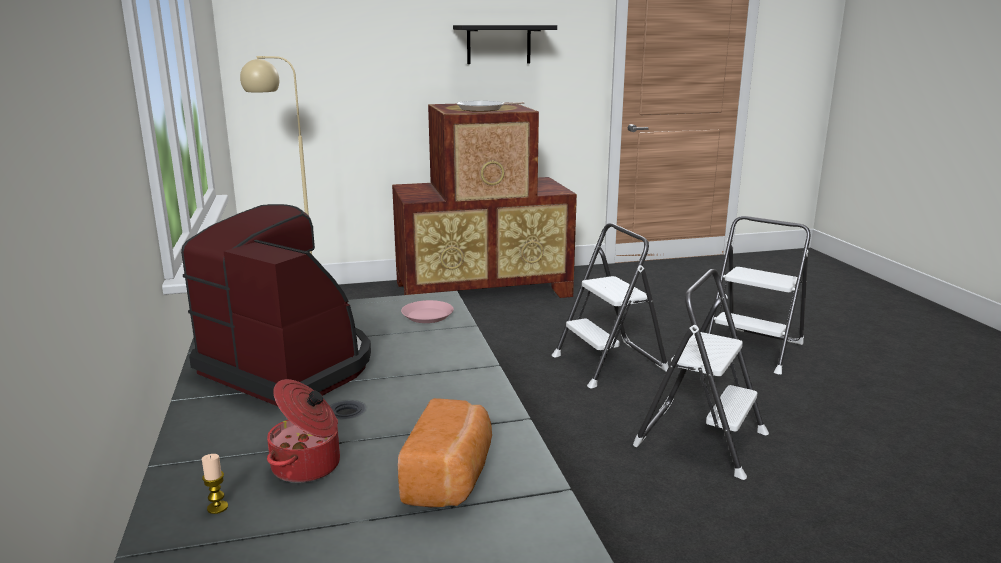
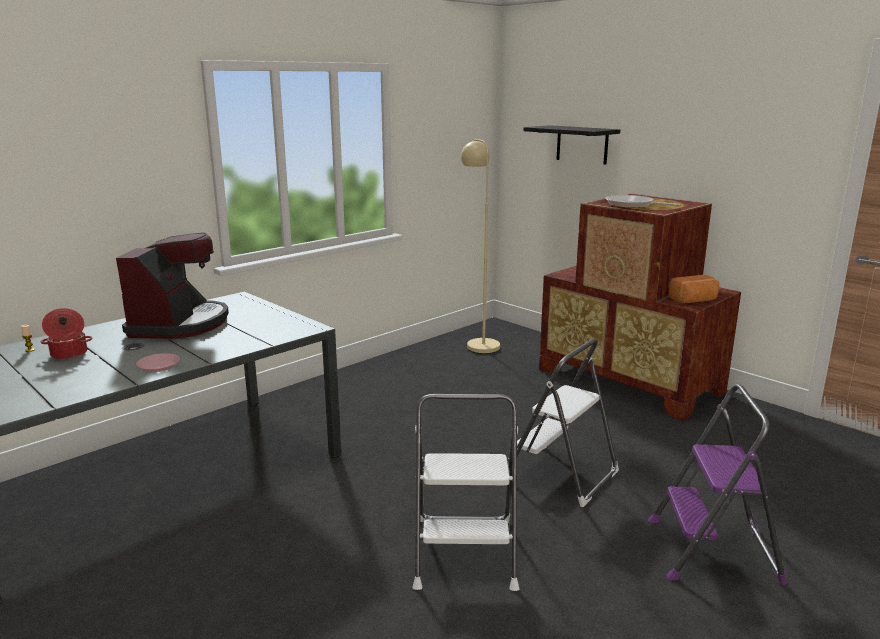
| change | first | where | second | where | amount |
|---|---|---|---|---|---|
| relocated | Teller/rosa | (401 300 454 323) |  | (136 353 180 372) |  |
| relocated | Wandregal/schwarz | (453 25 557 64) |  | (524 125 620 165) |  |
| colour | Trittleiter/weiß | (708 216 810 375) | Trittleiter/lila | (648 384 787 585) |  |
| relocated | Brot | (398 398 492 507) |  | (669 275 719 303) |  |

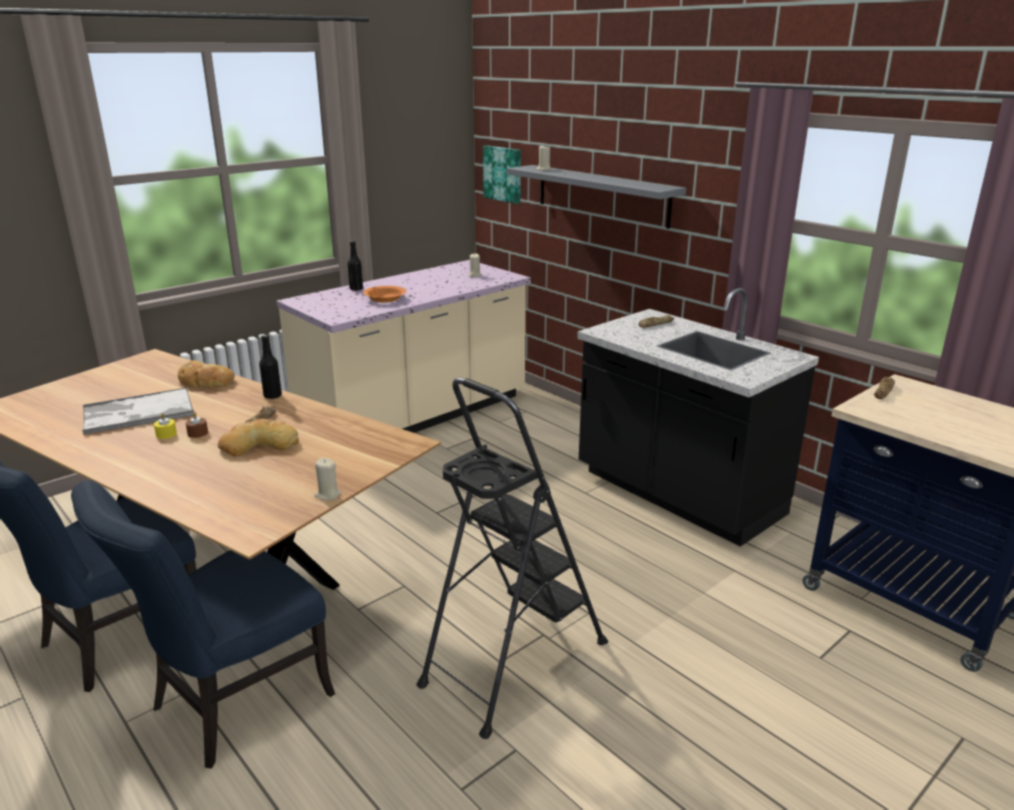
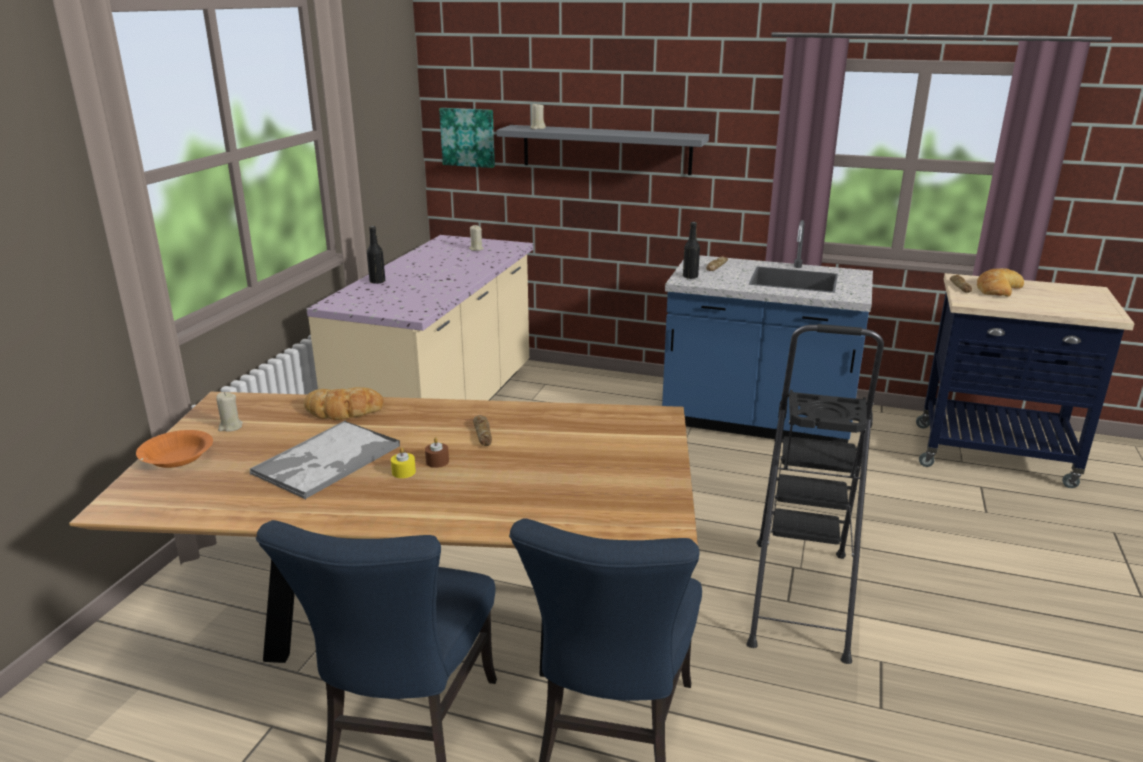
| change | first | where | second | where | amount |
|---|---|---|---|---|---|
| relocated | Schüssel/orange | (363 286 406 302) |  | (136 430 213 468) |  |
| relocated | Kerze/beige | (314 458 341 501) |  | (216 392 243 432) |  |
| colour | Küchenzeile/schwarz | (577 288 819 547) | Küchenzeile/blau | (662 220 873 443) |  |
| relocated | Flasche/schwarz | (259 335 282 399) |  | (683 222 700 279) |  |
| relocated | Brot | (218 419 299 457) |  | (977 268 1024 297) |  |

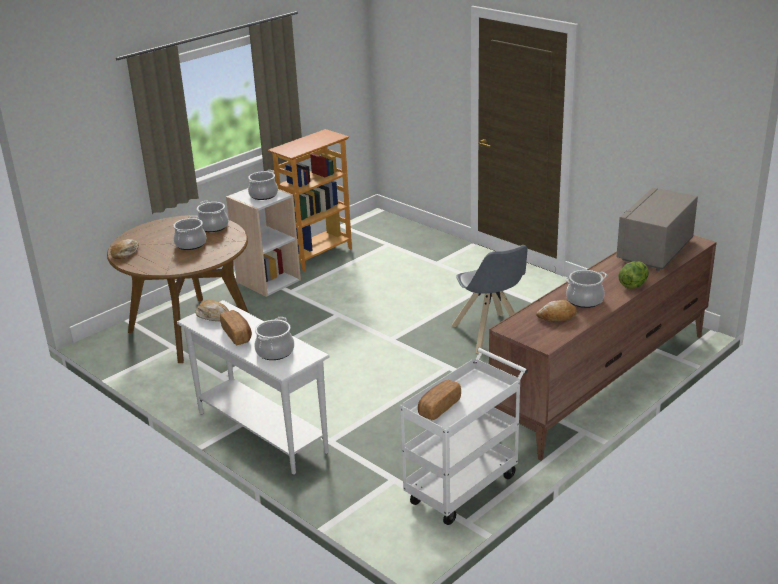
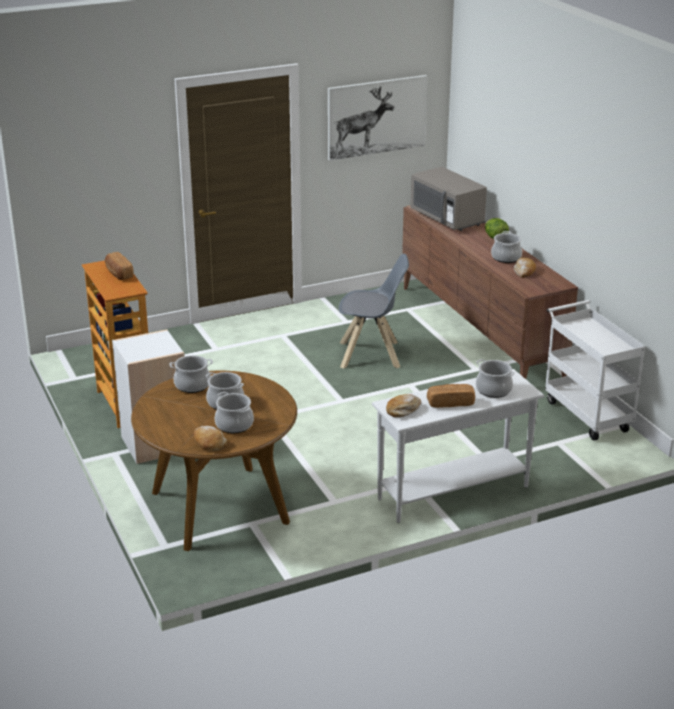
| change | first | where | second | where | amount |
|---|---|---|---|---|---|
| relocated | Brot | (418 380 461 420) |  | (105 252 134 280) |  |
| relocated | Kochtopf | (248 170 278 200) |  | (215 392 254 433) |  |
| appeared |  |  | Bild | (328 75 427 161) |  |

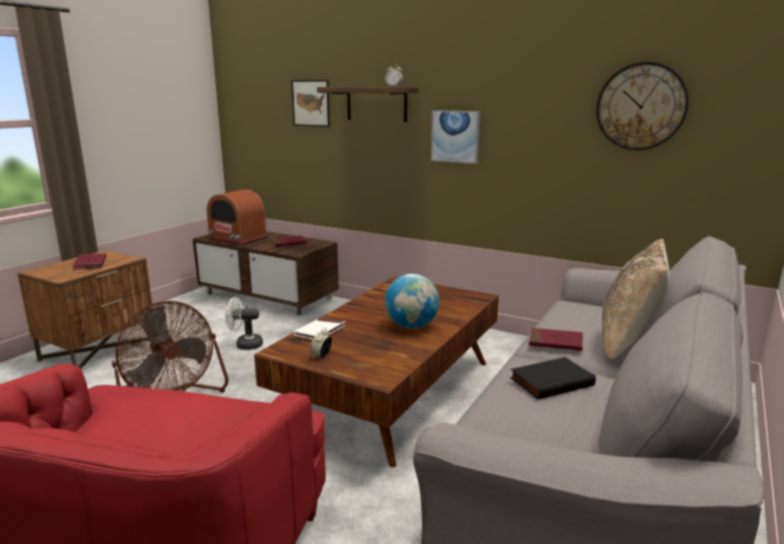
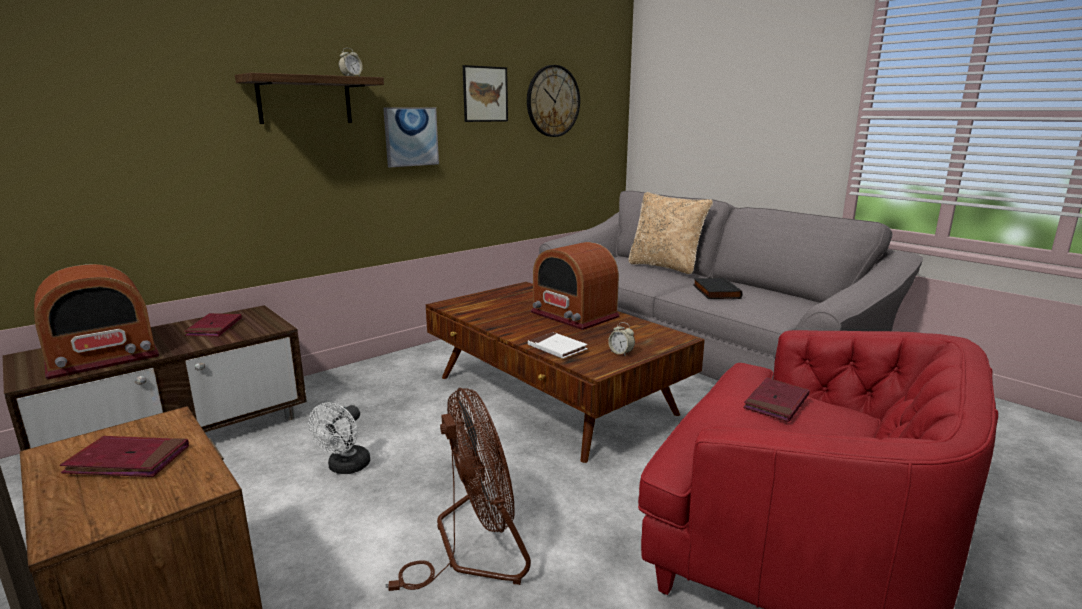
| change | first | where | second | where | amount |
|---|---|---|---|---|---|
| relocated | Bild | (291 80 330 127) |  | (463 65 508 122) |  |
| exchanged | Globus | (385 274 439 329) | Radio | (530 242 620 330) |  |
| relocated | Buch/rot | (529 328 583 351) |  | (743 378 810 422) |  |

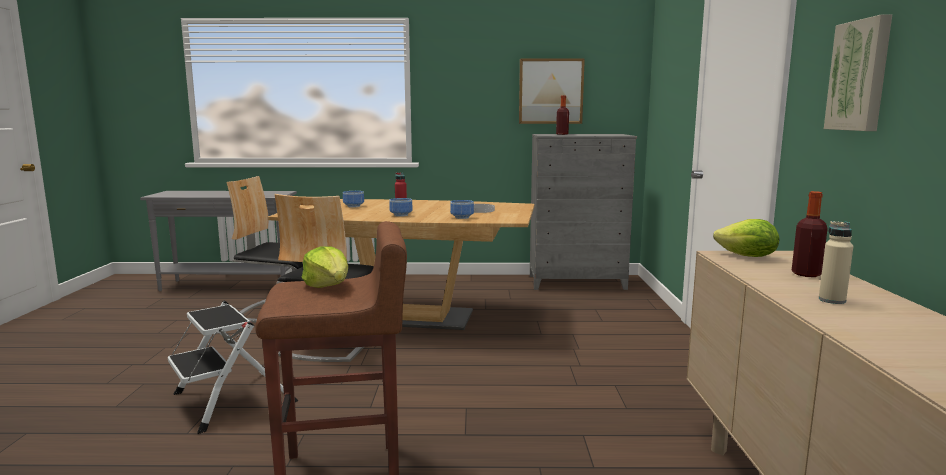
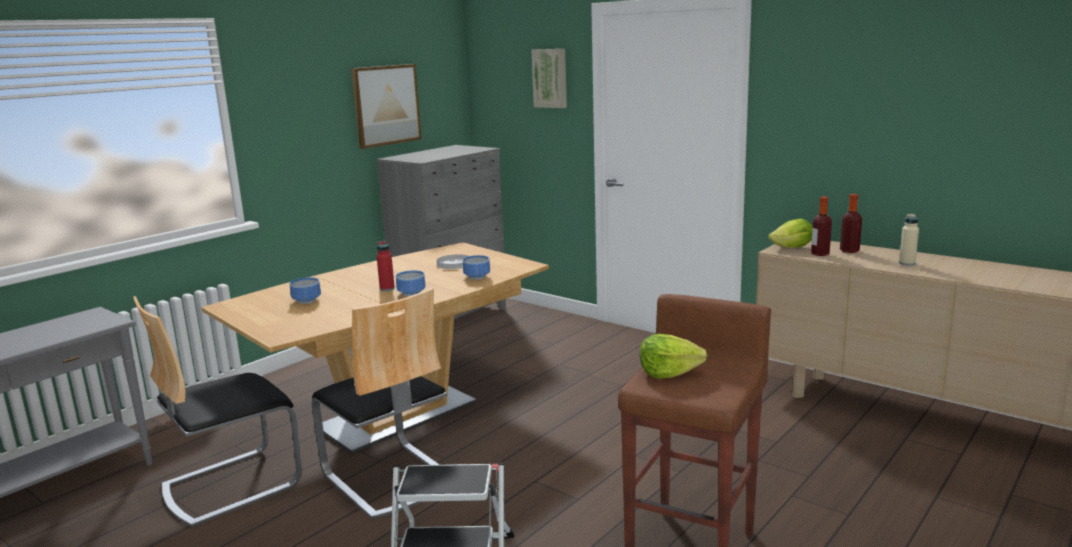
| change | first | where | second | where | amount |
|---|---|---|---|---|---|
| relocated | Bild | (824 14 892 131) |  | (532 49 567 108) |  |
| relocated | Flasche | (556 96 569 135) |  | (811 197 832 256) |  |

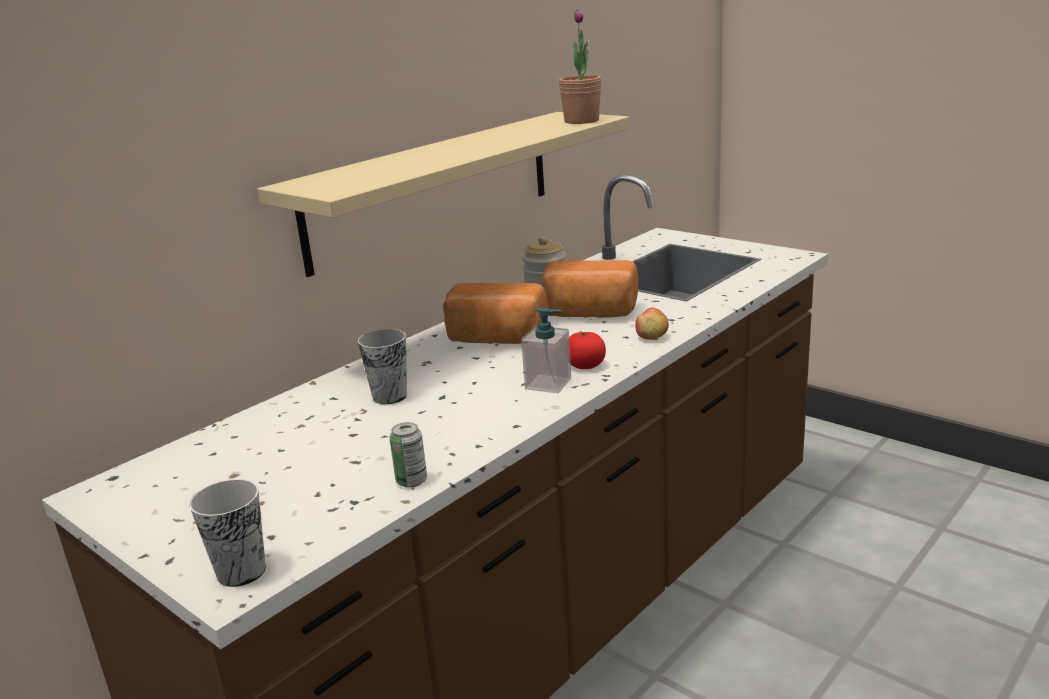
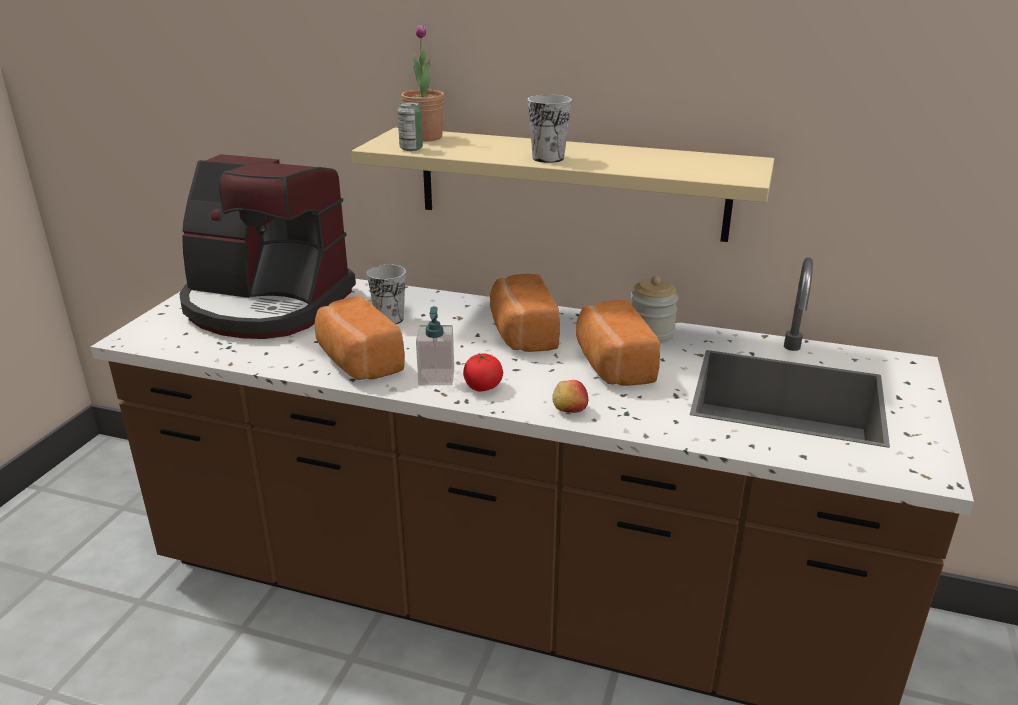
| change | first | where | second | where | amount |
|---|---|---|---|---|---|
| appeared |  |  | Kaffeemaschine | (179 154 356 339) |  |
| appeared |  |  | Brot | (314 296 405 380) |  |
| relocated | Dose | (389 422 427 488) |  | (397 102 423 151) |  |
| relocated | Topfpflanze | (559 10 601 124) |  | (401 24 445 142) |  |
| relocated | Tasse | (189 479 266 587) |  | (528 95 572 163) |  |

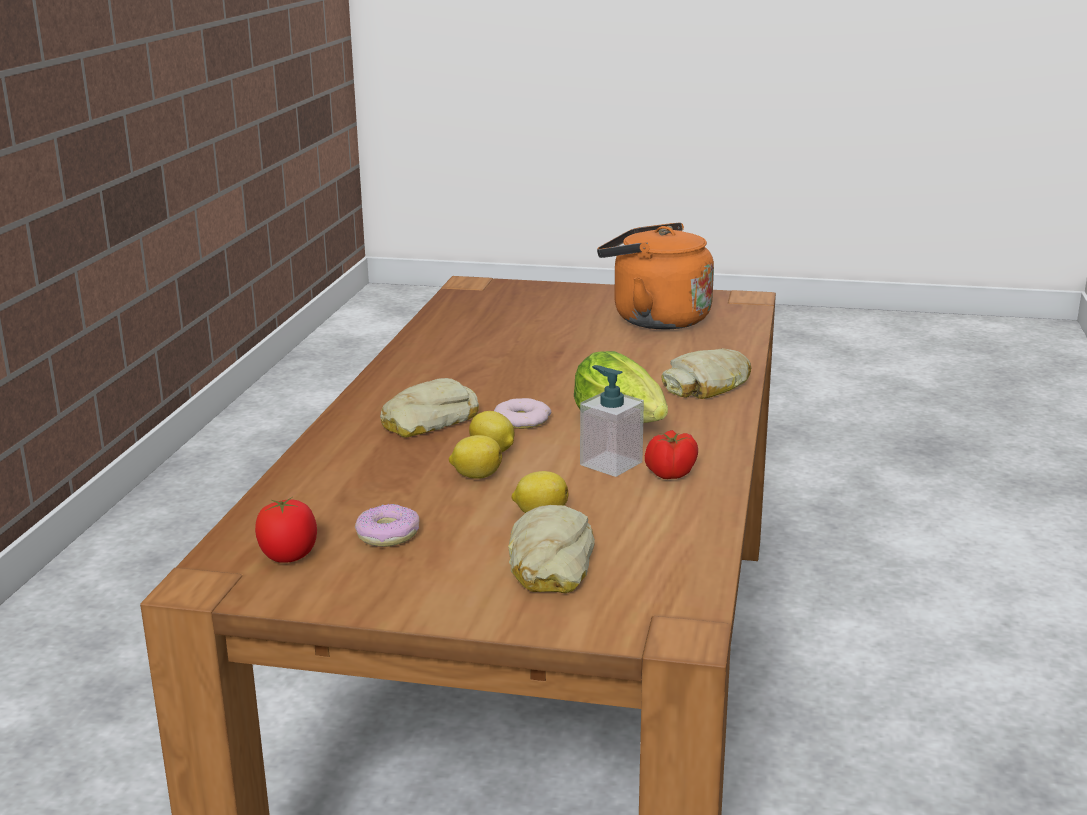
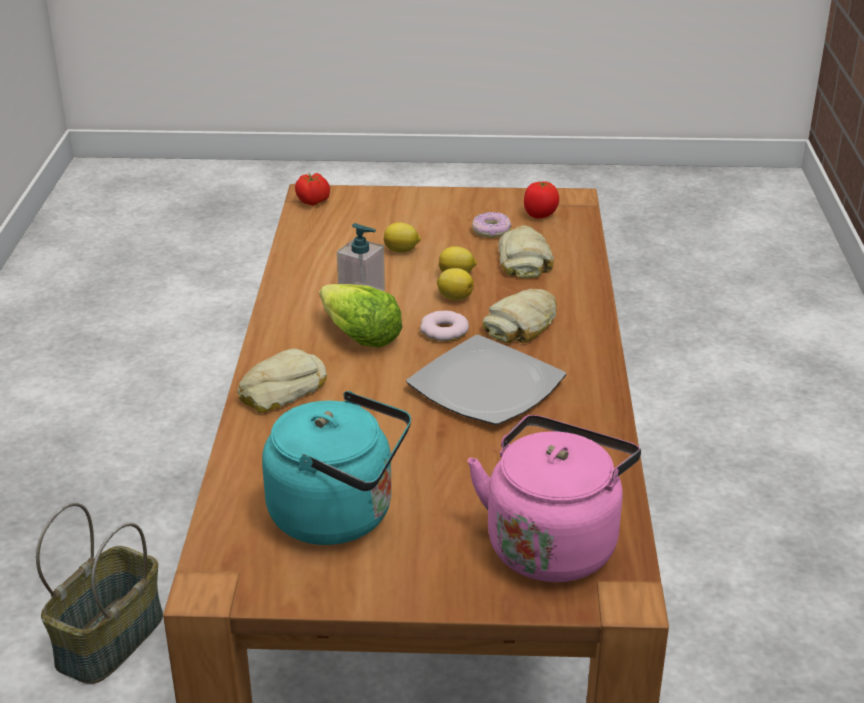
| change | first | where | second | where | amount |
|---|---|---|---|---|---|
| appeared |  |  | Korb | (36 503 163 684) |  |
| colour | Wasserkessel/orange | (597 222 714 329) | Wasserkessel/türkis | (262 391 411 545) |  |
| relocated | Tomate | (645 430 698 479) |  | (295 173 330 206) |  |
| appeared |  |  | Teller | (406 335 566 425) |  |
| appeared |  |  | Wasserkessel/rosa | (468 415 641 582) |  |
| relocated | Brot | (508 505 595 594) |  | (498 226 554 278) |  |

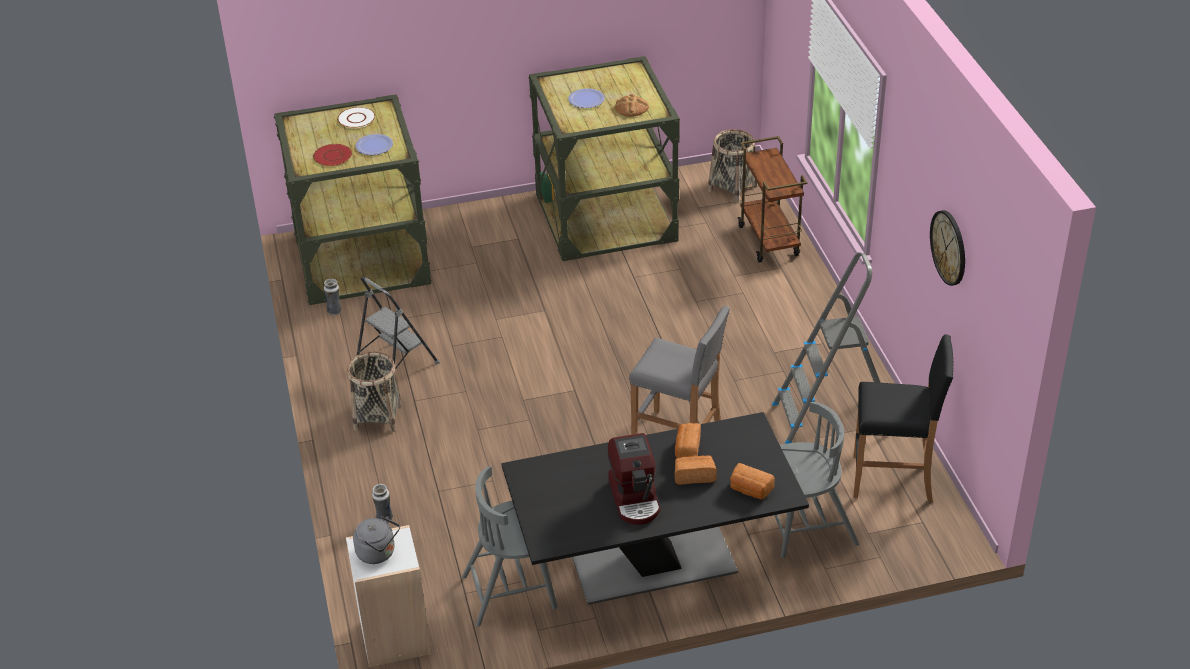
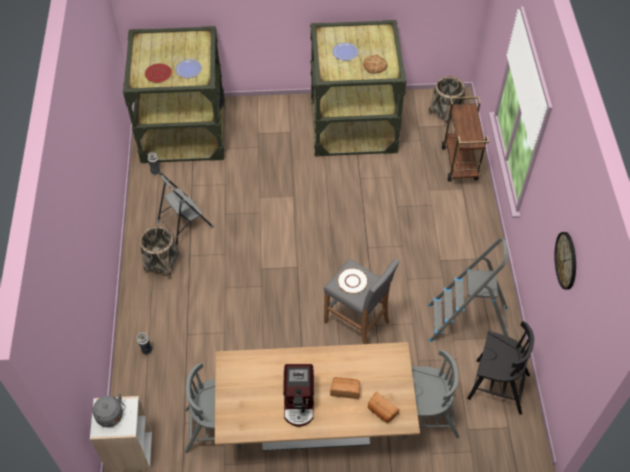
| change | first | where | second | where | amount |
|---|---|---|---|---|---|
| colour | Esstisch/schwarz | (501 412 809 605) | Esstisch/beige | (215 342 420 451) |  |
| relocated | Teller/weiß | (337 107 375 128) |  | (337 268 368 294) |  |
| exchanged | Hocker/schwarz | (853 334 954 502) | Stuhl/schwarz | (467 321 534 415) |  |
| missing | Brot | (675 423 701 458) |  |  |  |

